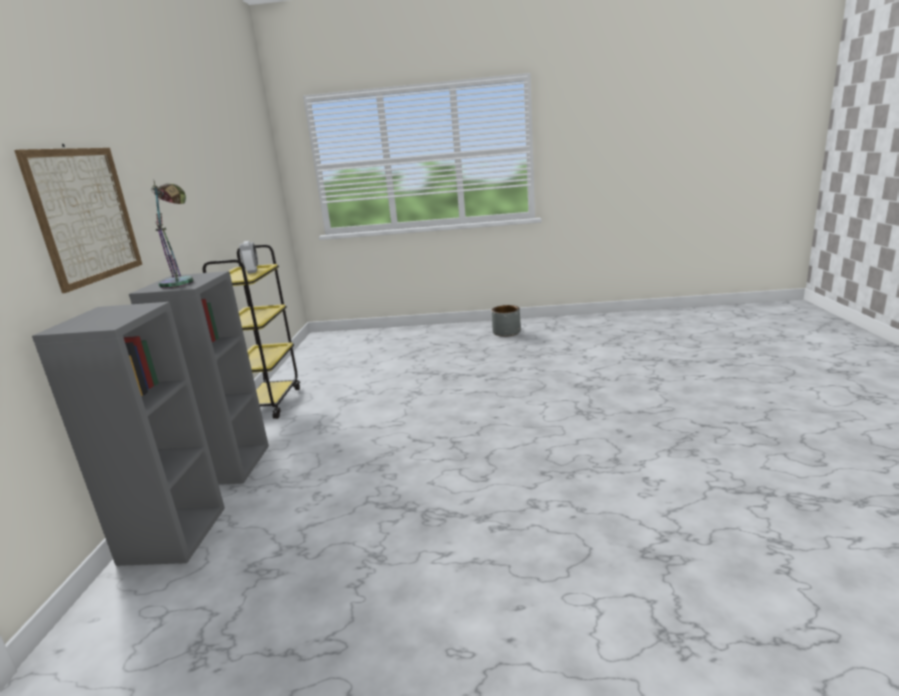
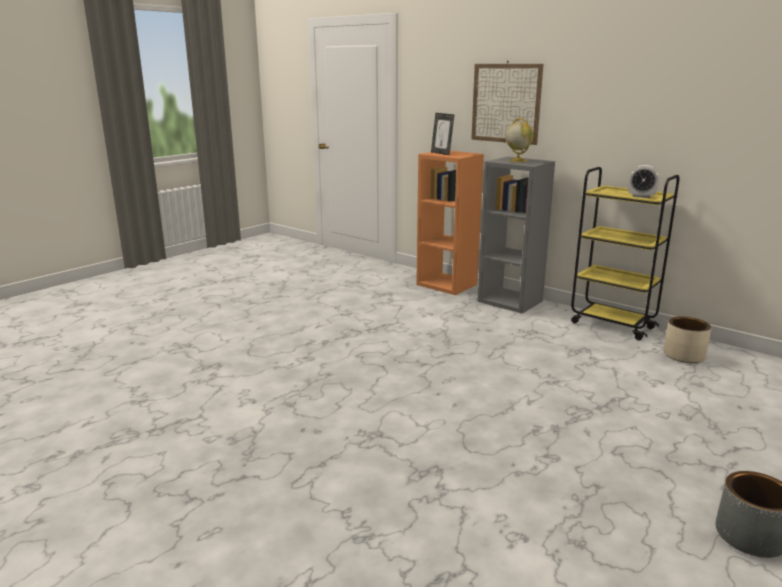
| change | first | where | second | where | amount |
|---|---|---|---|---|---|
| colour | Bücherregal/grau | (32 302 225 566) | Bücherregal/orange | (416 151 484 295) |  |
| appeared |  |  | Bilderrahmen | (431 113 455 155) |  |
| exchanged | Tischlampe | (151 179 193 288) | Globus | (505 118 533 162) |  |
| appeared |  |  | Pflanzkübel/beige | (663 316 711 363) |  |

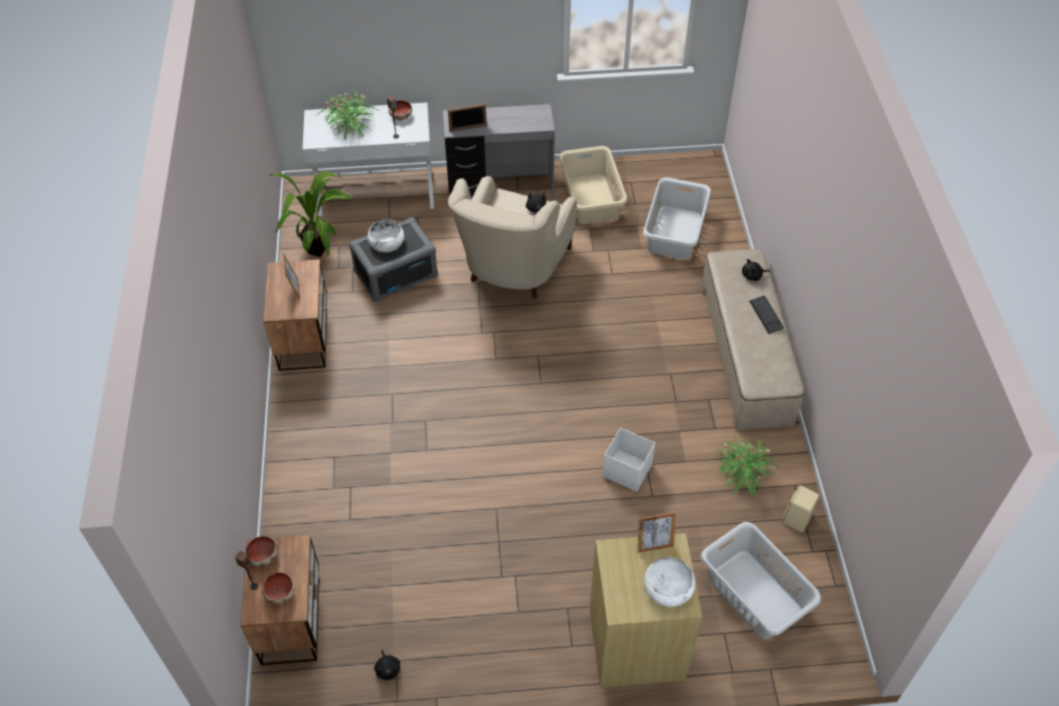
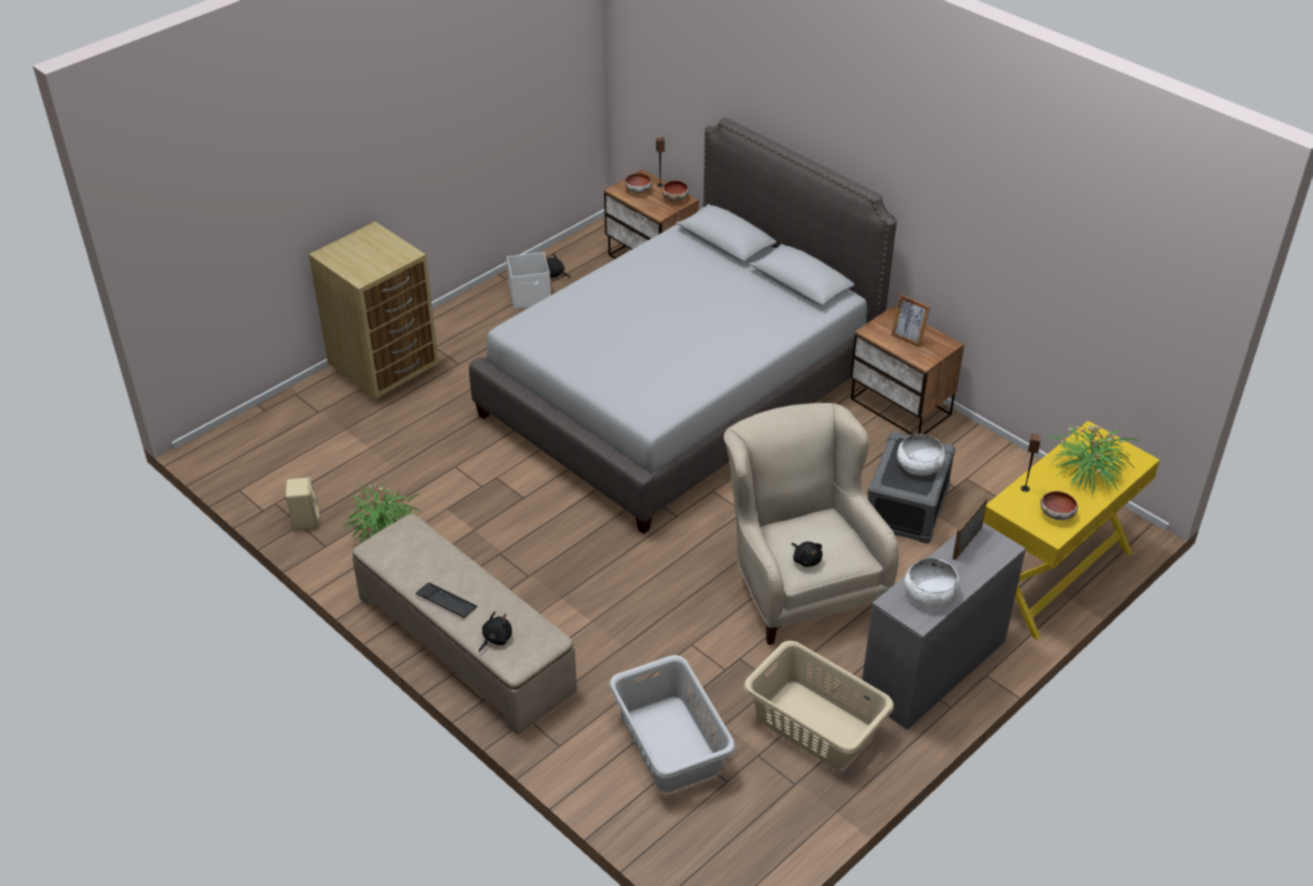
| change | first | where | second | where | amount |
|---|---|---|---|---|---|
| appeared |  |  | Bett/grau | (469 118 897 534) |  |
| relocated | Aufbewahrungsbox/weiß | (602 428 655 492) |  | (507 252 551 309) |  |
| relocated | Schüssel/weiß | (644 557 695 607) |  | (904 558 960 608) |  |
| colour | Konsolentisch/weiß | (303 102 434 216) | Konsolentisch/gelb | (983 421 1160 640) |  |
| missing | Topfpflanze | (270 172 354 257) |  |  |  |
| missing | Bilderrahmen | (638 512 676 553) |  |  |  |
| missing | Wäschekorb/grau | (701 522 821 639) |  |  |  |

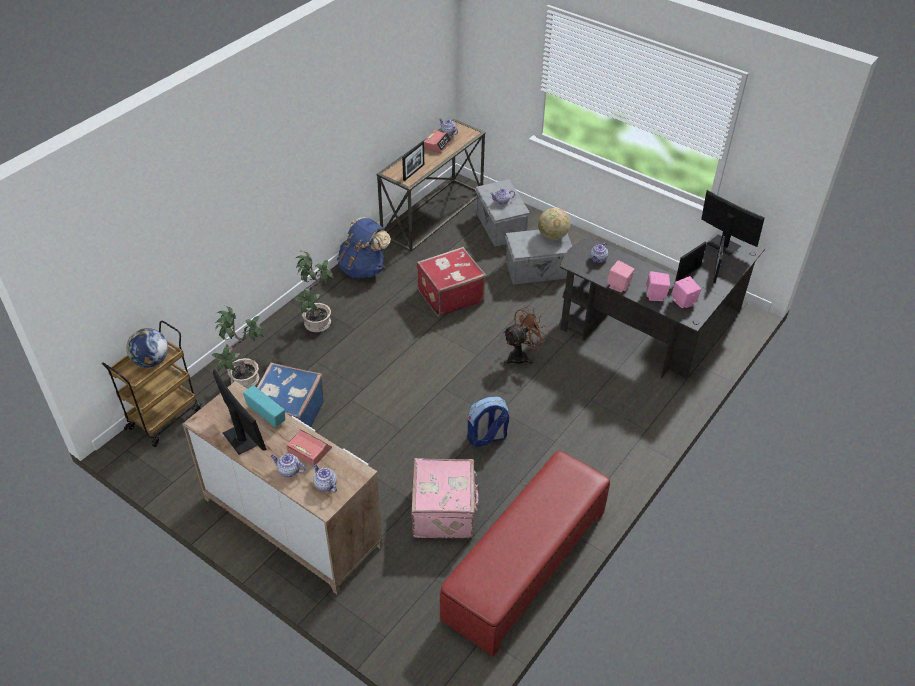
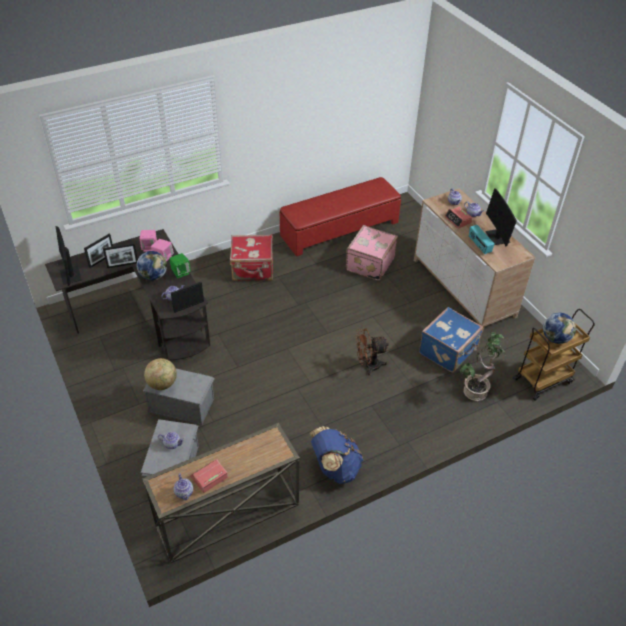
| change | first | where | second | where | amount |
|---|---|---|---|---|---|
| appeared |  |  | Globus | (137 251 167 280) |  |
| colour | Lautsprecher/rosa | (607 260 635 293) | Lautsprecher/grün | (169 253 191 278) |  |
| relocated | Bilderrahmen | (402 141 424 181) |  | (171 282 204 313) |  |
| relocated | Koffer/rot | (417 247 486 317) |  | (230 234 273 281) |  |
| relocated | Ventilator/braun | (503 307 548 366) |  | (356 328 389 375) |  |
| missing | Topfpflanze | (294 251 334 332) |  |  |  |
| missing | Rucksack | (467 397 509 447) |  |  |  |

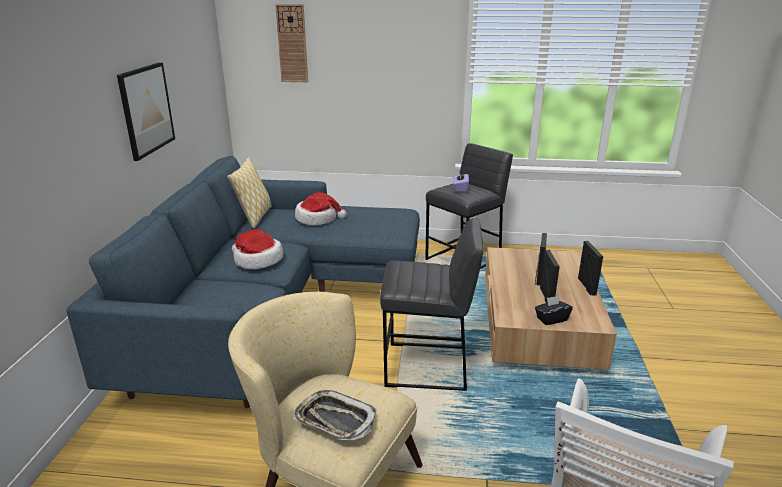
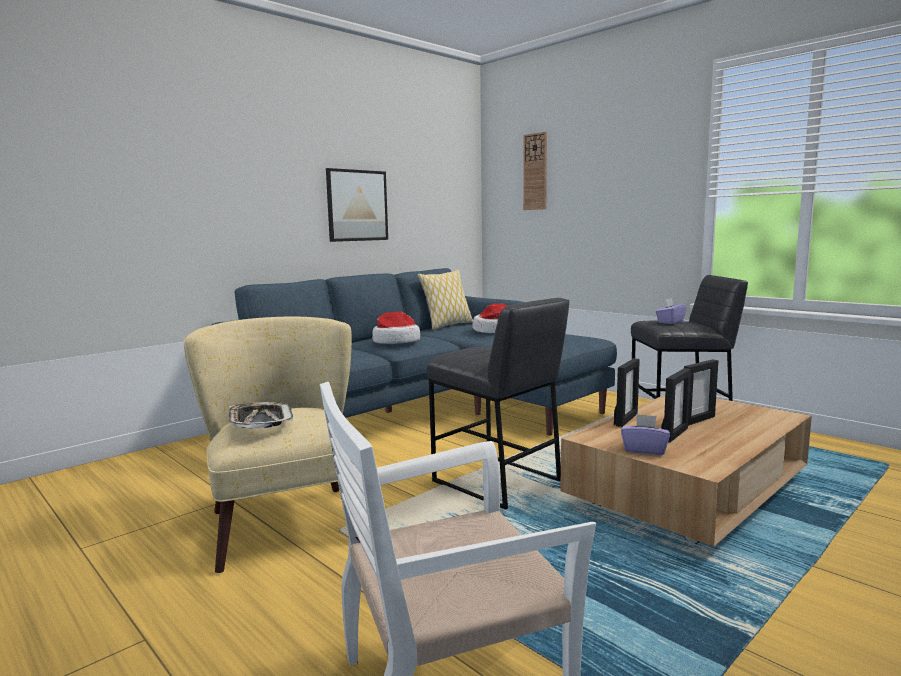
| change | first | where | second | where | amount |
|---|---|---|---|---|---|
| relocated | Bilderrahmen | (578 241 603 296) |  | (614 358 640 427) |  |
| colour | Taschentuchbox/schwarz | (535 296 573 325) | Taschentuchbox/lila | (621 414 670 455) |  |

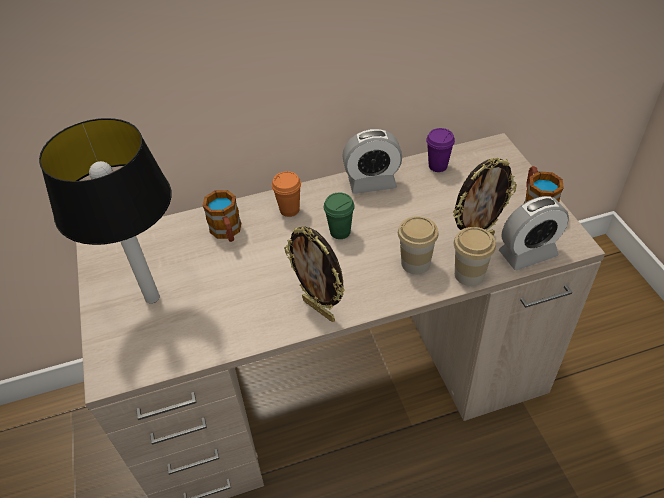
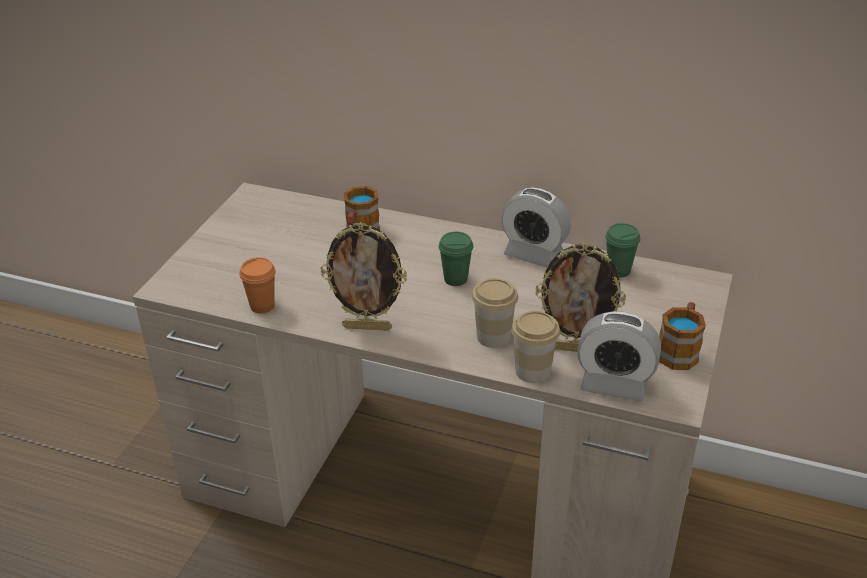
| change | first | where | second | where | amount |
|---|---|---|---|---|---|
| relocated | Tasse/orange | (272 171 301 217) |  | (239 257 276 314) |  |
| spun | Bilderrahmen | (284 227 345 322) |  | (321 222 407 331) | 75 degrees counterclockwise |
| colour | Tasse/lila | (426 128 455 172) | Tasse/grün | (605 223 640 277) |  |
| missing | Tischlampe | (39 118 172 303) |  |  |  |

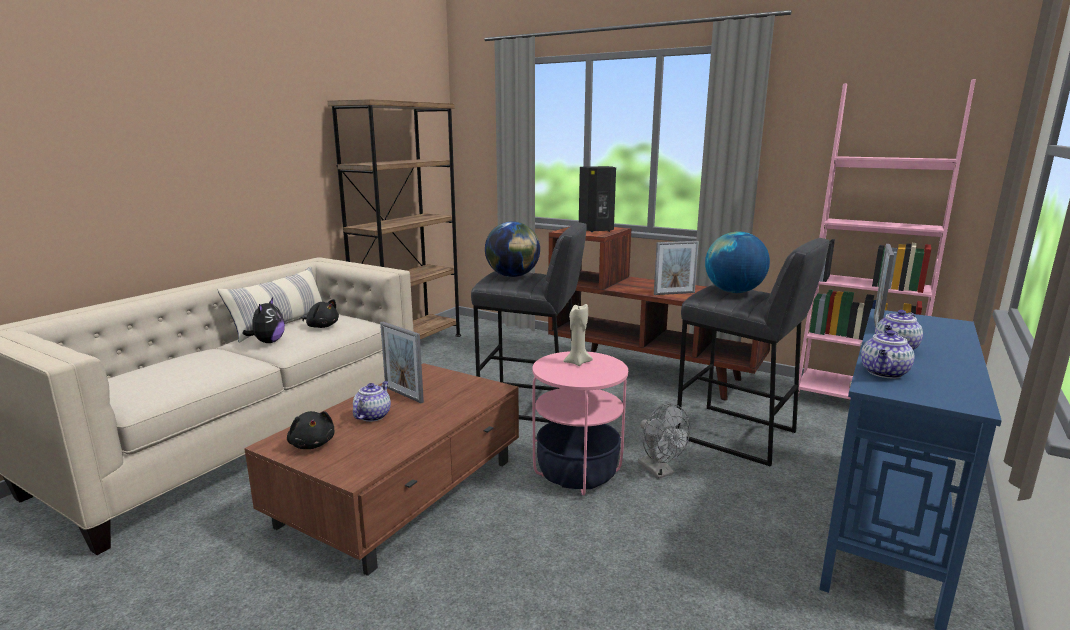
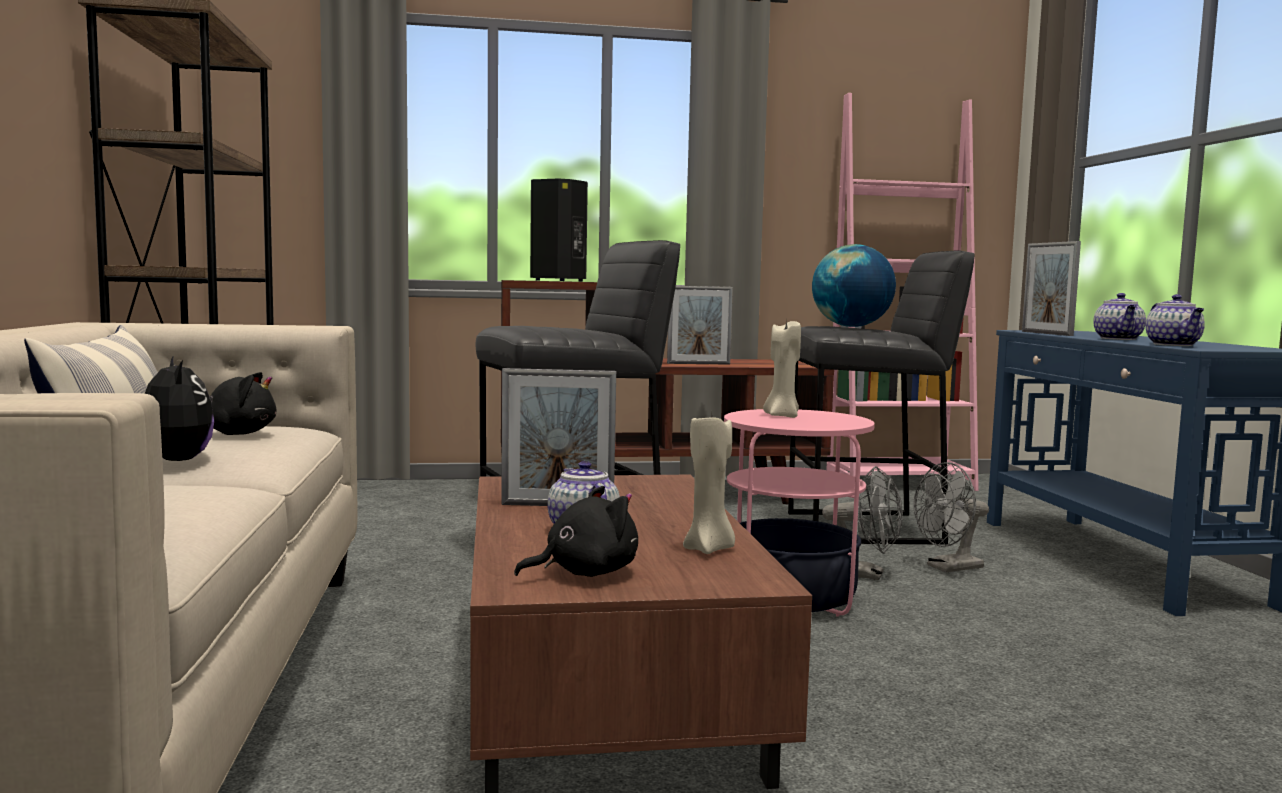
| change | first | where | second | where | amount |
|---|---|---|---|---|---|
| spun | Plüschtier/schwarz | (287 411 334 449) |  | (514 486 638 577) | 45 degrees counterclockwise |
| spun | Bilderrahmen | (654 241 699 295) |  | (667 286 733 365) | 45 degrees clockwise |
| appeared |  |  | Kerze/beige | (683 414 735 554) |  |
| appeared |  |  | Ventilator/grau | (913 462 989 573) |  |
| missing | Globus | (485 221 540 277) |  |  |  |

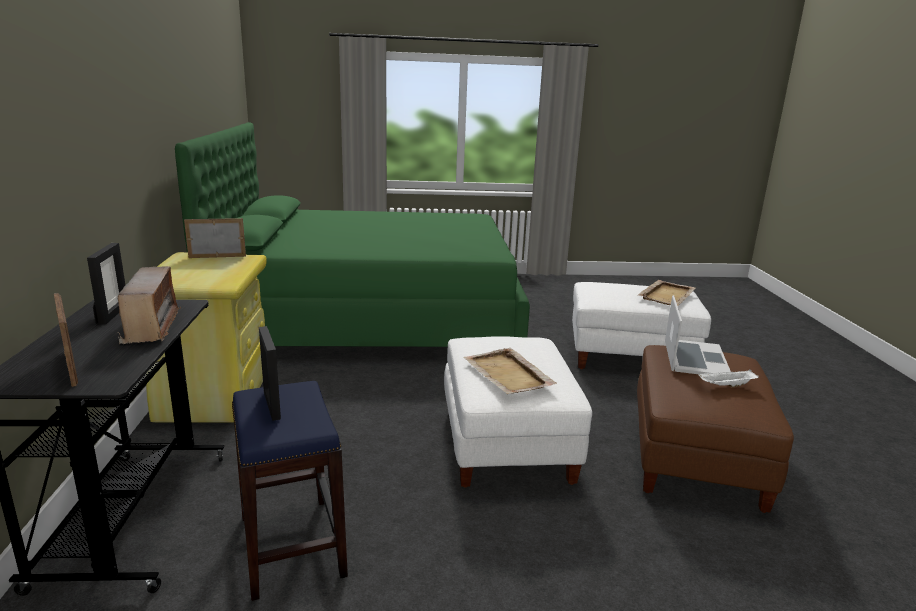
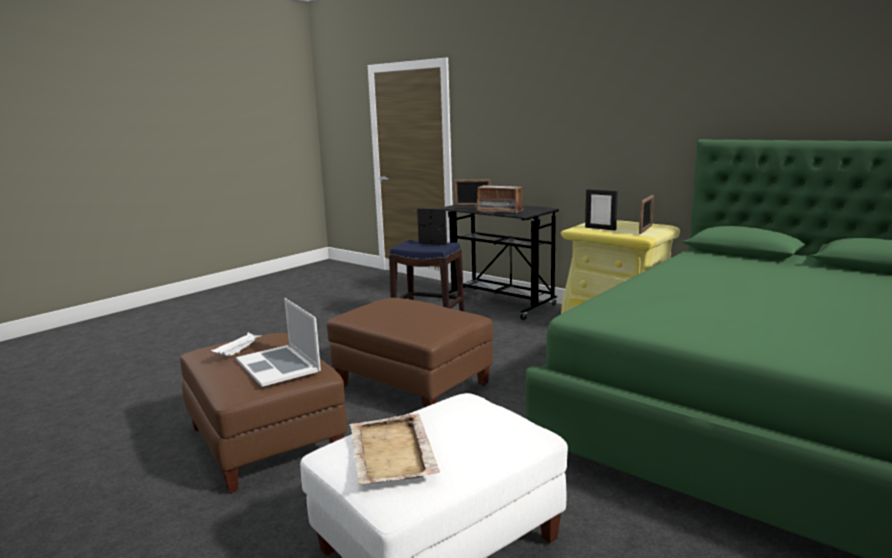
| change | first | where | second | where | amount |
|---|---|---|---|---|---|
| colour | Polsterhocker/weiß | (444 336 592 488) | Polsterhocker/braun | (327 298 493 408) |  |
| relocated | Bilderrahmen | (87 243 125 324) |  | (585 189 618 230) |  |
| missing | Tablett/beige | (463 348 557 394) |  |  |  |

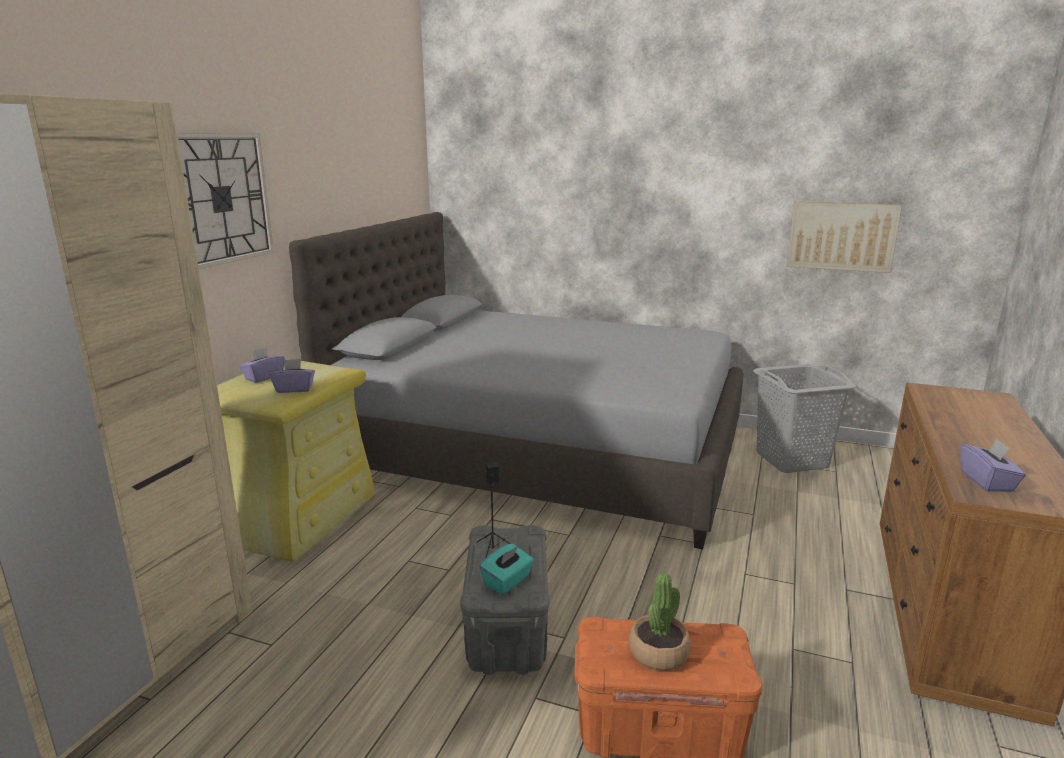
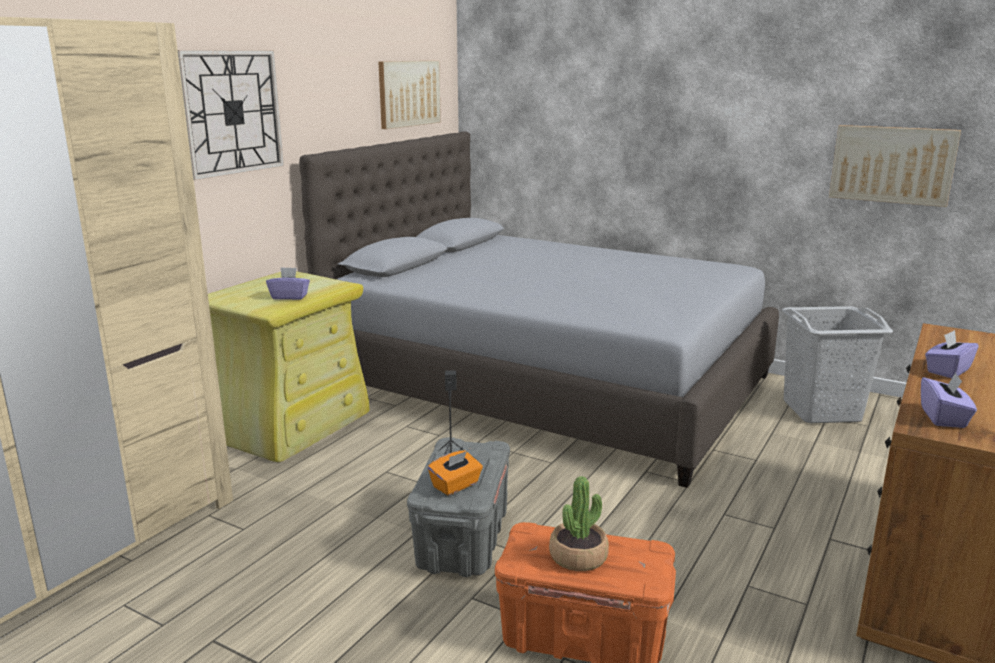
| change | first | where | second | where | amount |
|---|---|---|---|---|---|
| appeared |  |  | Bild | (378 61 441 129) |  |
| colour | Taschentuchbox/türkis | (479 543 534 594) | Taschentuchbox/orange | (428 450 483 495) |  |
| relocated | Taschentuchbox/lila | (239 347 285 383) |  | (925 330 979 378) |  |

